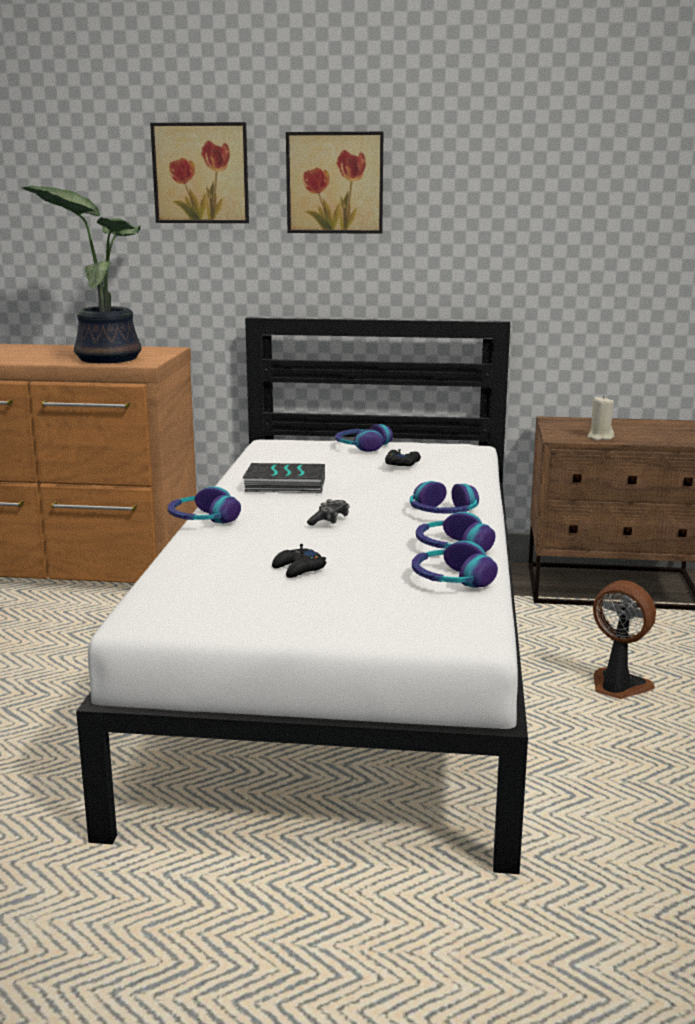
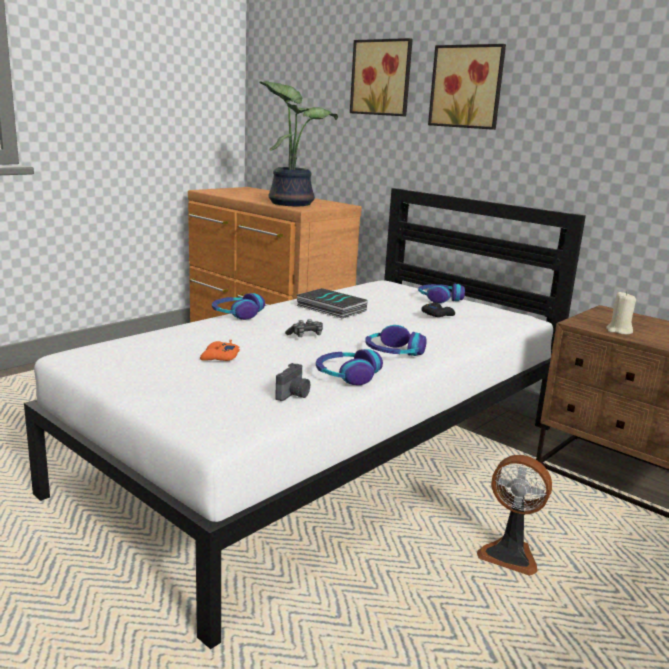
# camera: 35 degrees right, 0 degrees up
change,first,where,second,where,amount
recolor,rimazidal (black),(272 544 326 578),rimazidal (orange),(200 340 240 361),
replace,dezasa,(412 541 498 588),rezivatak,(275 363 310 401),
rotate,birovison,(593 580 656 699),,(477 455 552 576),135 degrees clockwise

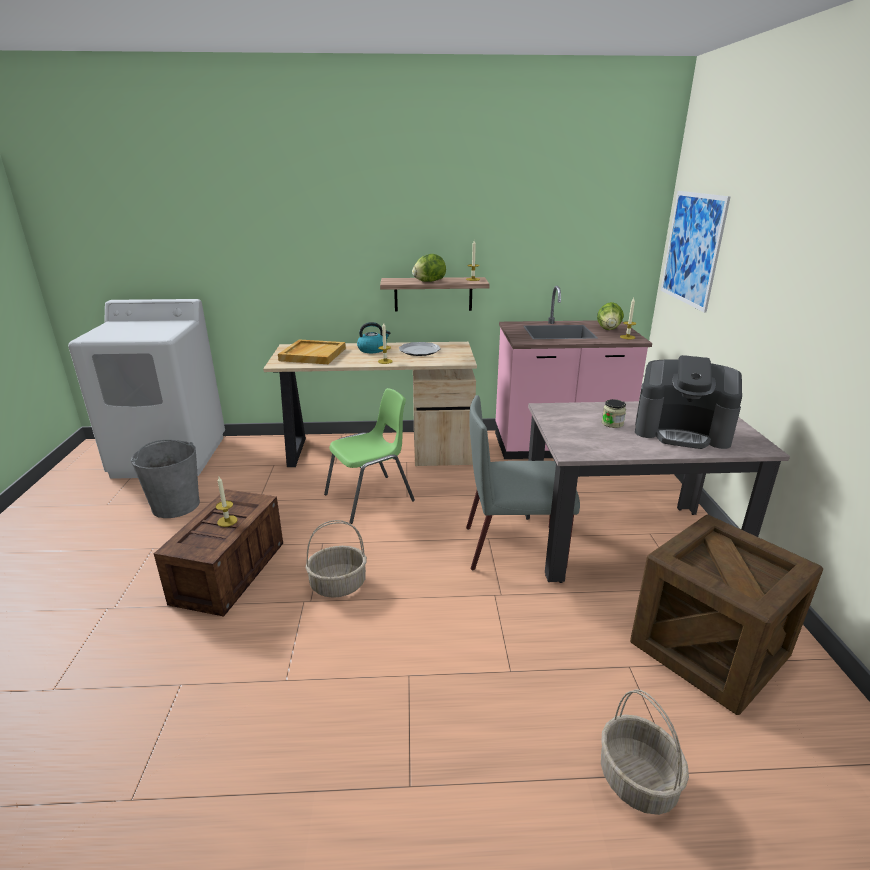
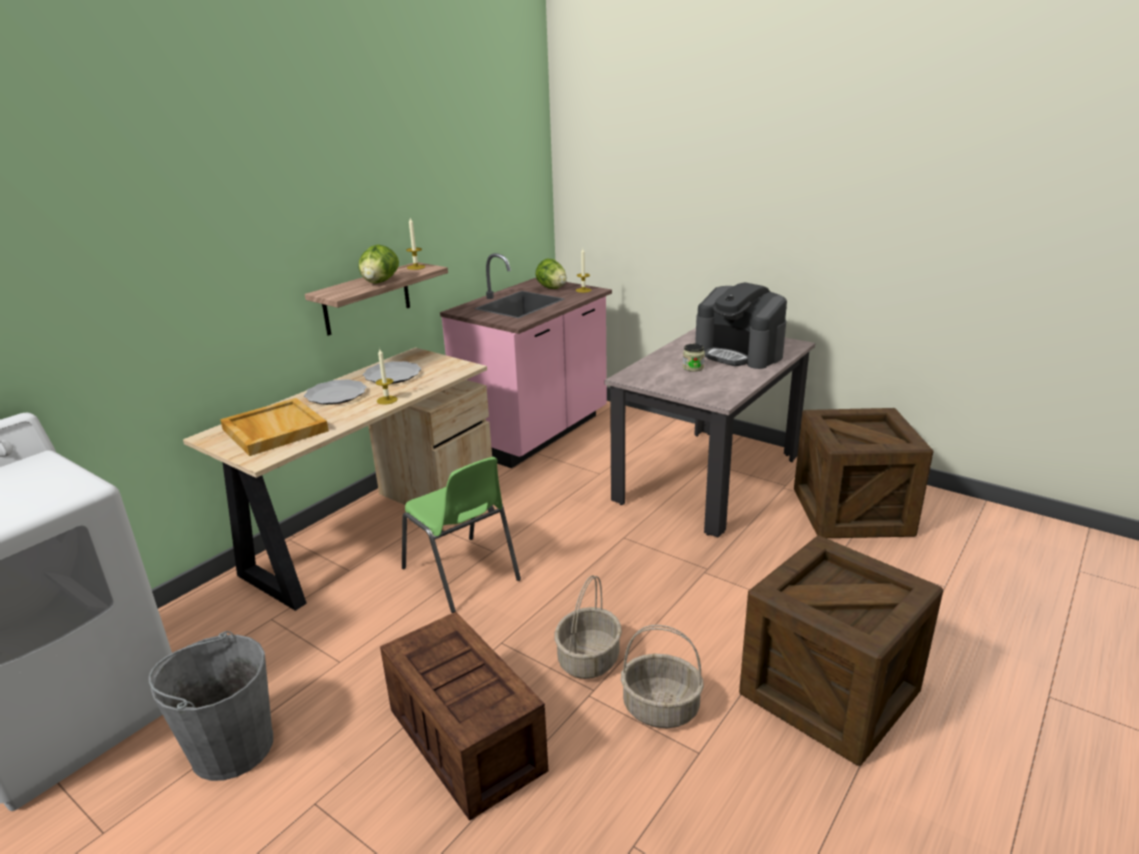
# camera: 50 degrees left, 0 degrees up
change,first,where,second,where,amount
delete,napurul,(216 477 238 527),,,
rotate,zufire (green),(324 388 415 524),,(402 457 521 613),135 degrees clockwise
replace,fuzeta,(357 322 390 353),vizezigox,(304 379 367 405),
delete,zufire (grey),(466 395 580 570),,,
move,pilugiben,(601 689 689 815),,(621 625 704 728),
rotate,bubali,(635 355 742 449),,(695 282 787 369),75 degrees clockwise
delete,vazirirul,(661 191 731 313),,,
insert,,,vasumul,(739 535 943 766),

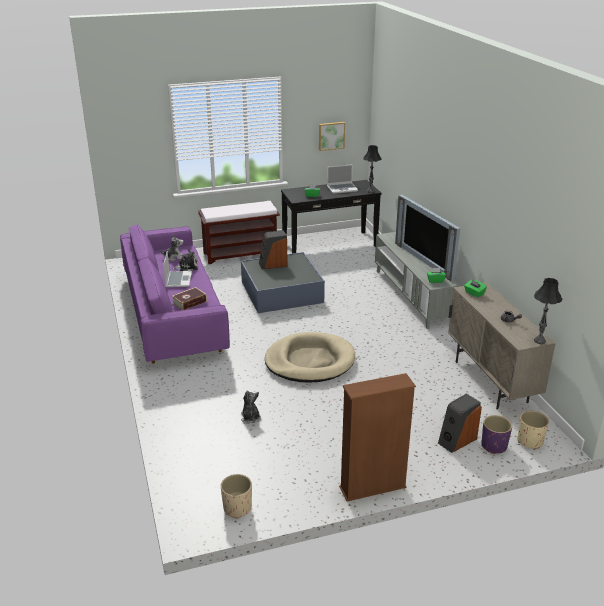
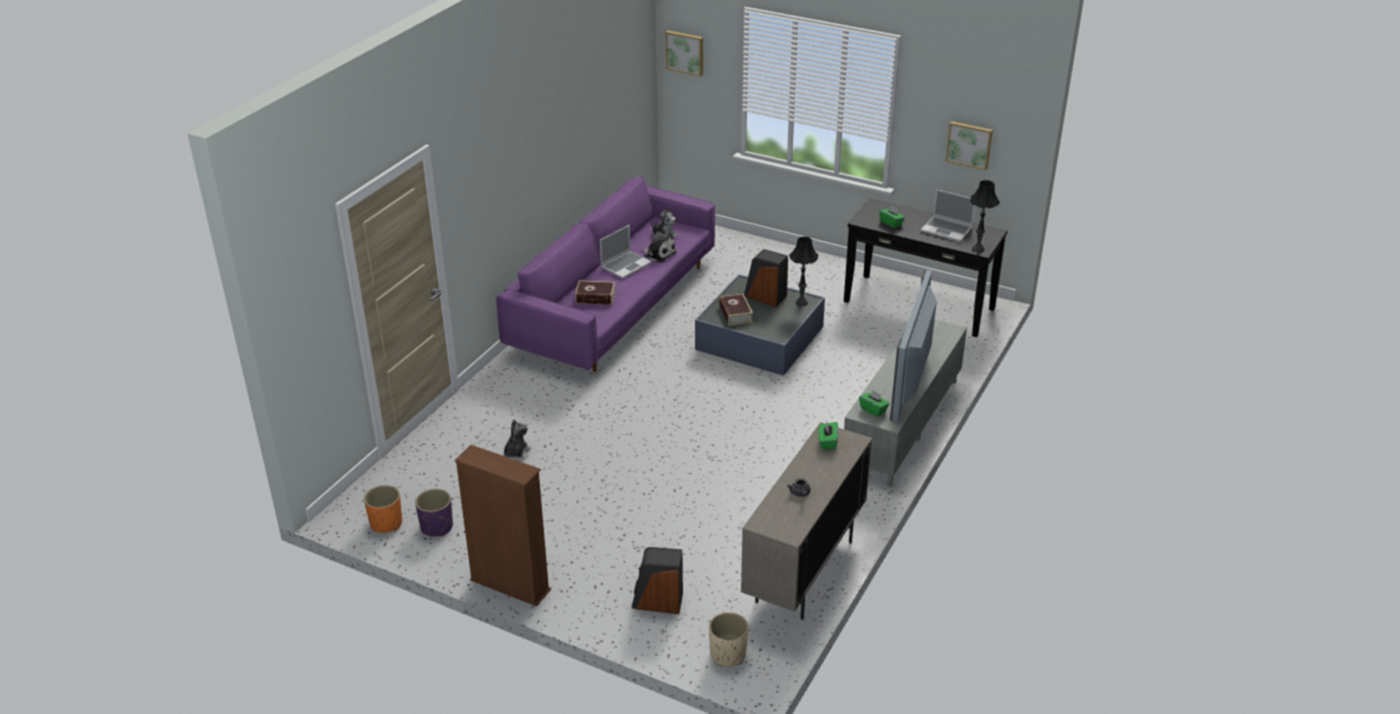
# camera: 45 degrees right, 5 degrees up
change,first,where,second,where,amount
delete,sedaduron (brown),(198 201 280 264),,,
recolor,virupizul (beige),(221 474 252 518),virupizul (orange),(364 485 402 533),
delete,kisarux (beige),(265 332 355 382),,,
move,virupizul (purple),(481 415 512 454),,(415 489 453 537),
move,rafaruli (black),(534 278 563 344),,(789 236 818 306),
insert,,,vazirirul,(666 30 703 76),
insert,,,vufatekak,(719 294 753 326),

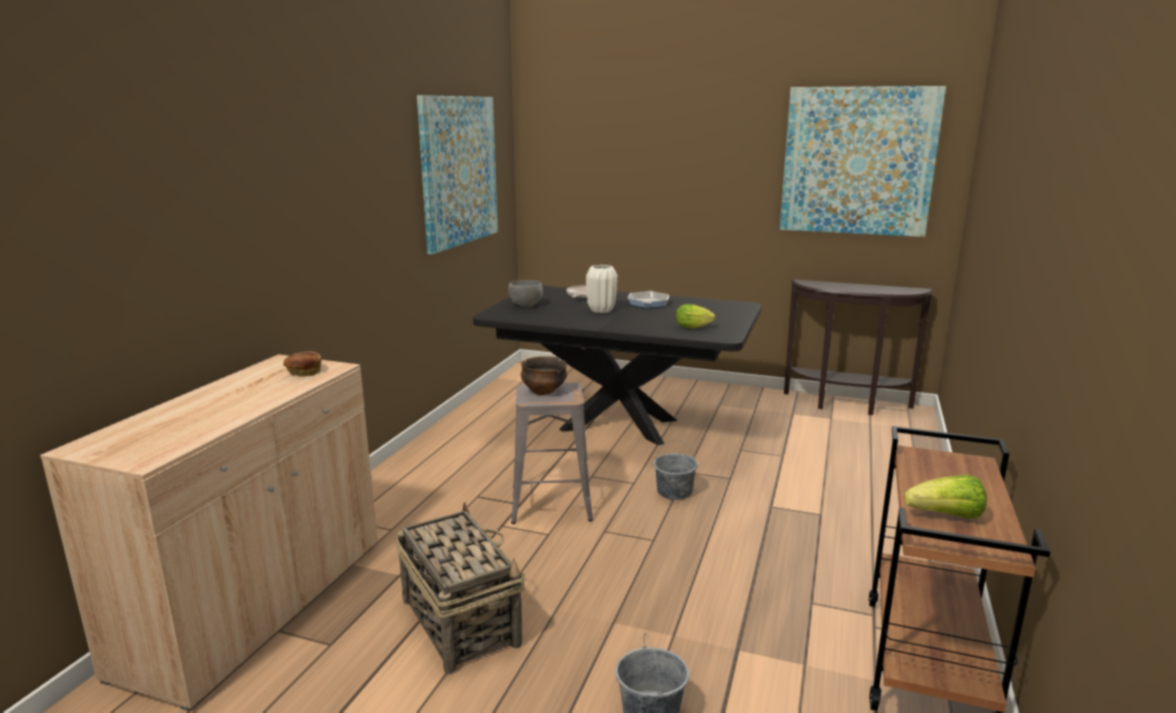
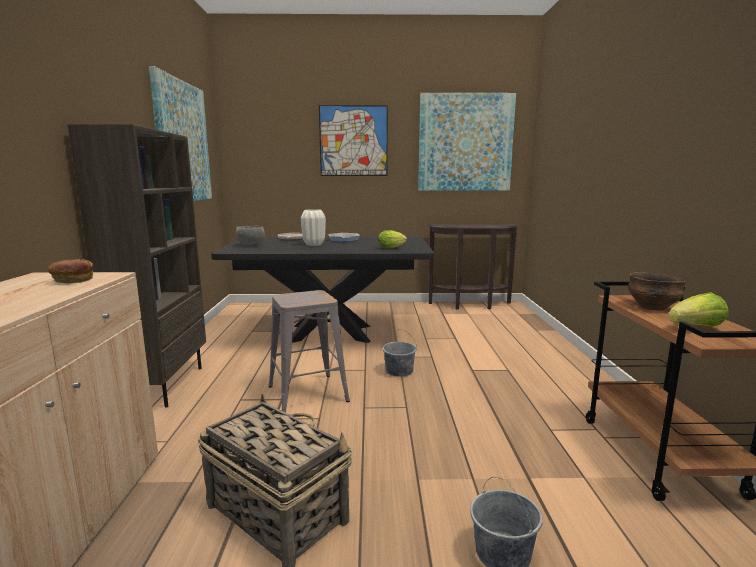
# camera: 20 degrees left, 5 degrees down
change,first,where,second,where,amount
move,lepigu,(521 356 567 395),,(628 272 686 310),
insert,,,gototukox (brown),(68 124 206 408),
insert,,,vazirirul,(319 105 388 176),

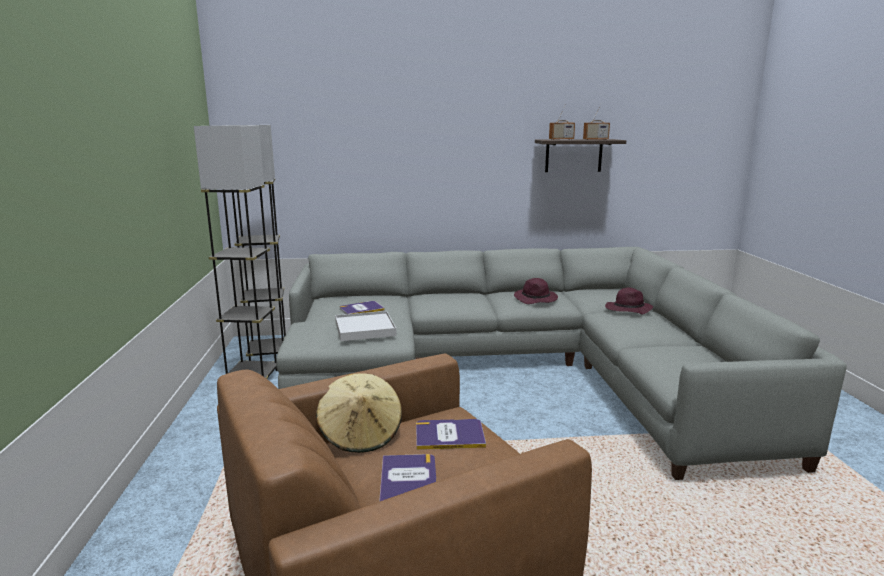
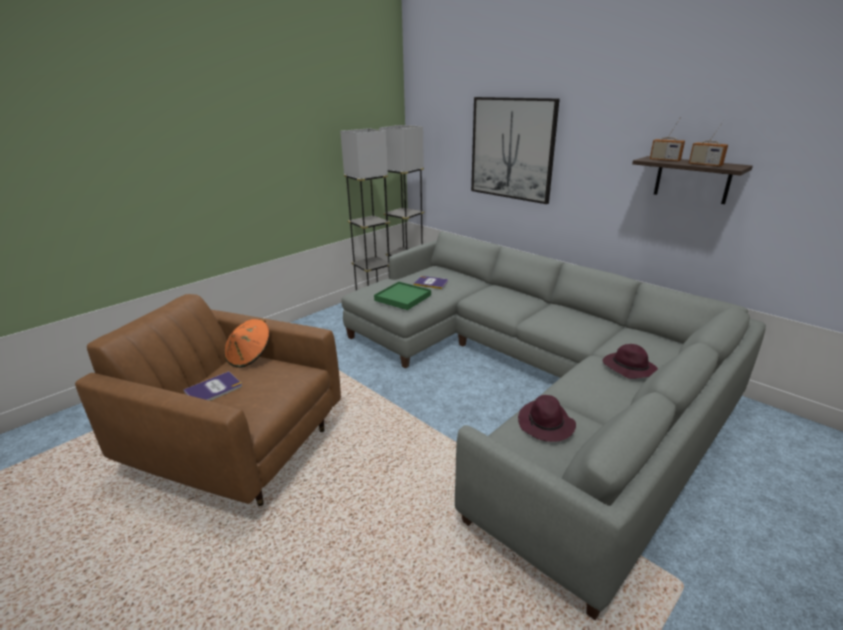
# camera: 50 degrees right, 10 degrees up
change,first,where,second,where,amount
recolor,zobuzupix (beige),(316 373 402 453),zobuzupix (orange),(224 319 270 368),
recolor,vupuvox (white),(335 311 396 341),vupuvox (green),(374 282 431 310),
delete,vufatekak,(416 419 486 450),,,
move,zobuzupix (purple),(514 278 558 304),,(518 395 576 442),
insert,,,vazirirul,(471 97 560 204),

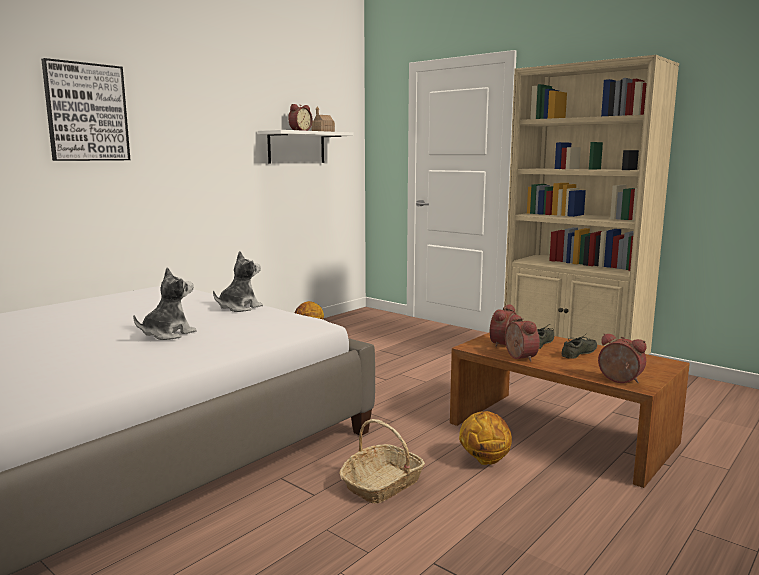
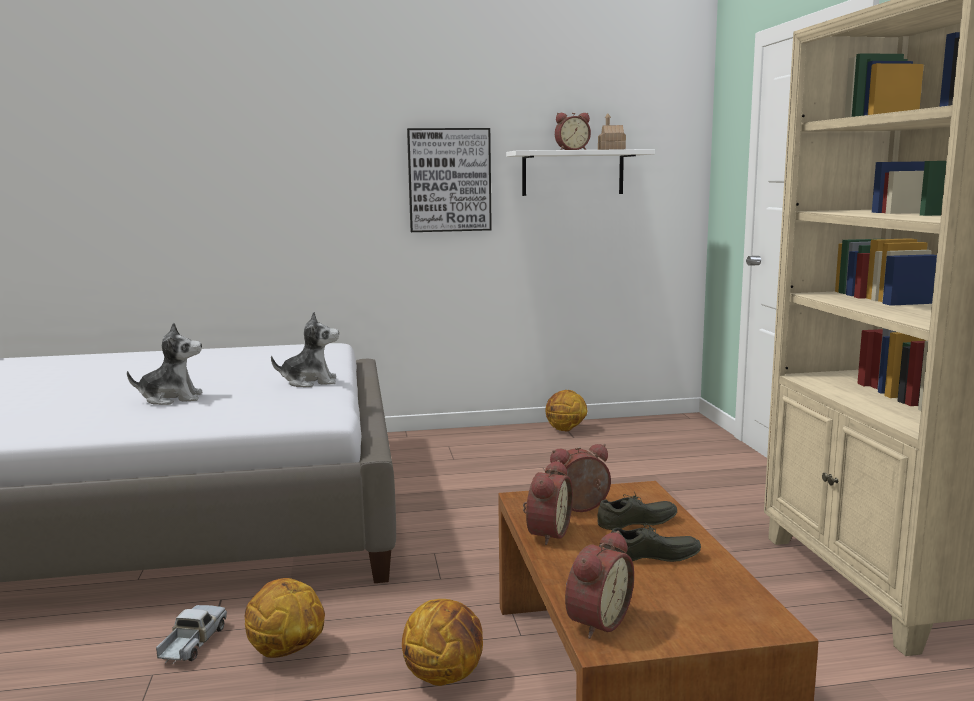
# camera: 40 degrees right, 0 degrees up
change,first,where,second,where,amount
move,vazirirul,(41 58 130 161),,(407 128 492 232),
replace,pilugiben,(339 419 425 504),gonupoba,(245 578 325 658),
rotate,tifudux,(598 333 647 383),,(565 531 634 639),45 degrees clockwise
insert,,,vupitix,(156 605 227 664),

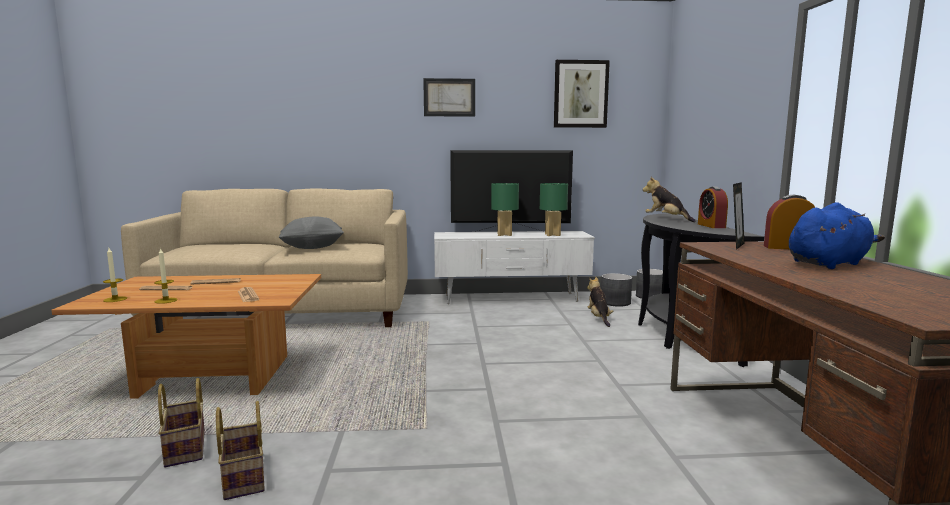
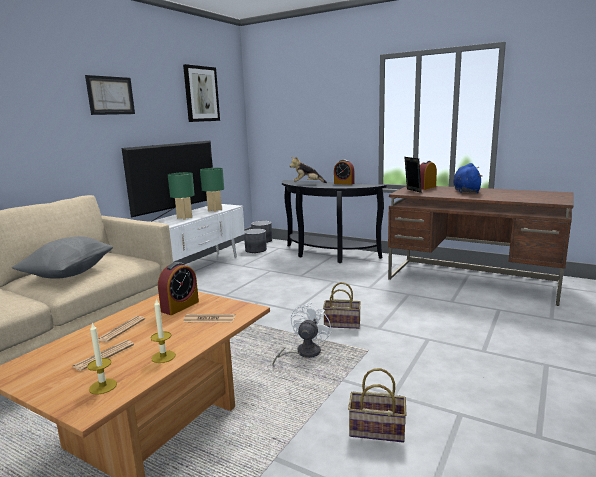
# camera: 55 degrees left, 5 degrees up
change,first,where,second,where,amount
move,pilugiben,(158 378 205 467),,(323 282 361 329),
delete,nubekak,(587 277 613 327),,,
insert,,,tifudux,(158 262 199 315),
insert,,,birovison (white),(272 302 331 365),

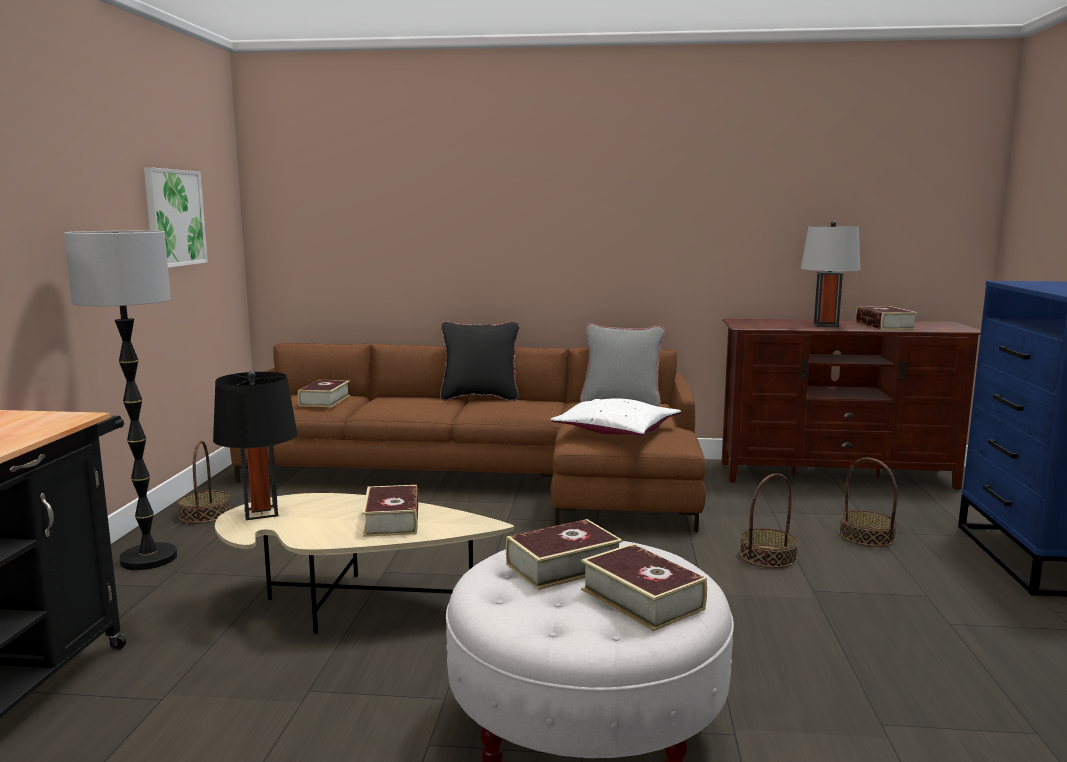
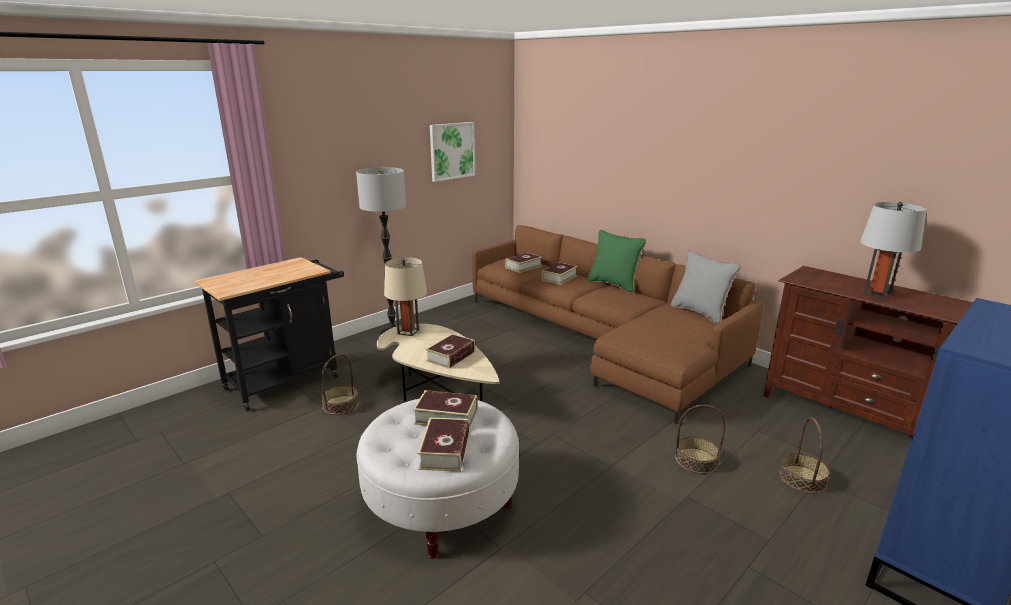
# camera: 40 degrees right, 10 degrees up
change,first,where,second,where,amount
move,pilugiben,(178 440 231 524),,(321 354 359 415),
recolor,rafaruli (black),(213 371 297 520),rafaruli (beige),(384 257 427 336),
recolor,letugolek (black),(440 321 520 401),letugolek (green),(587 229 646 293),
delete,letugolek (white),(550 398 681 436),,,
move,vufatekak,(856 306 918 330),,(542 262 578 285),

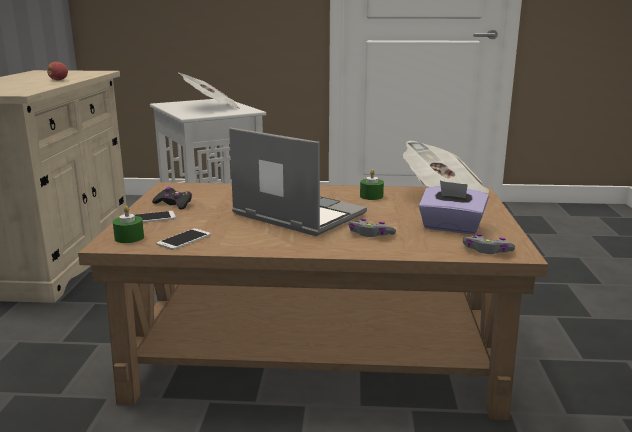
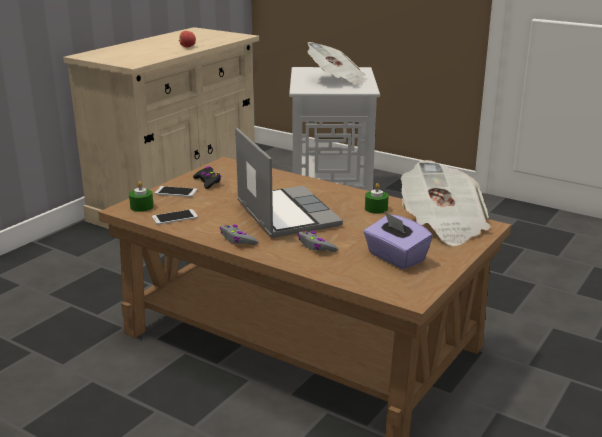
# camera: 30 degrees right, 5 degrees up
change,first,where,second,where,amount
move,rimazidal (grey),(463 234 515 254),,(220 224 258 245),

